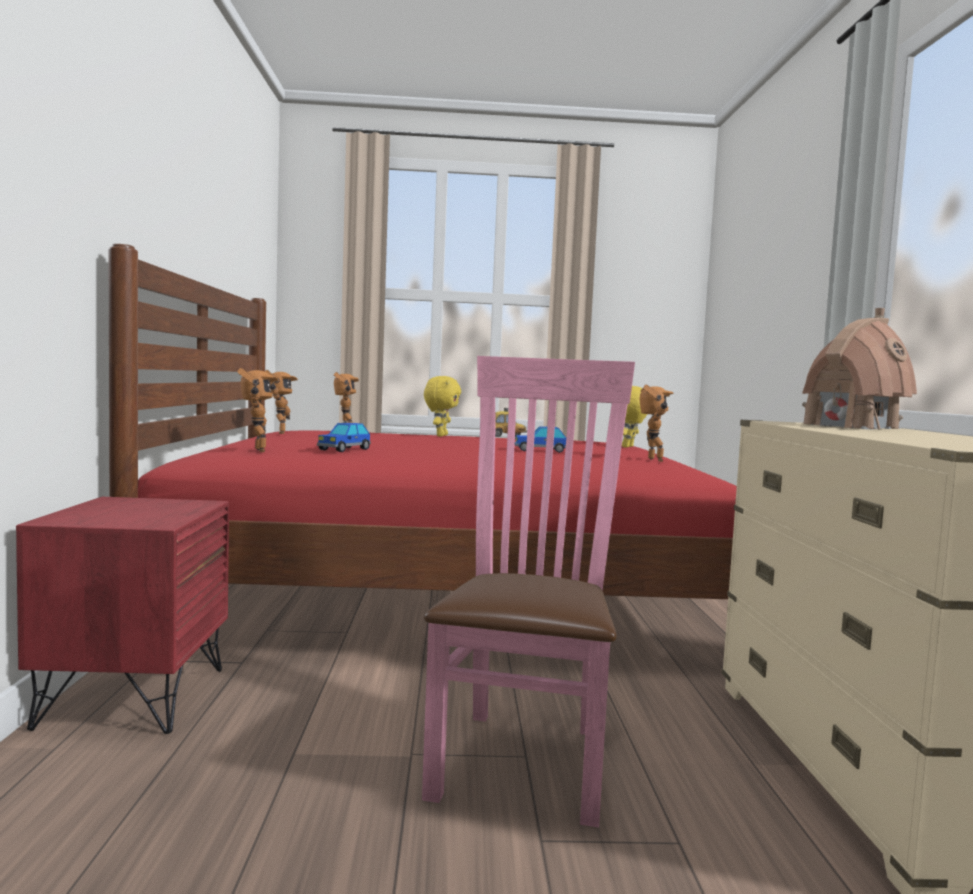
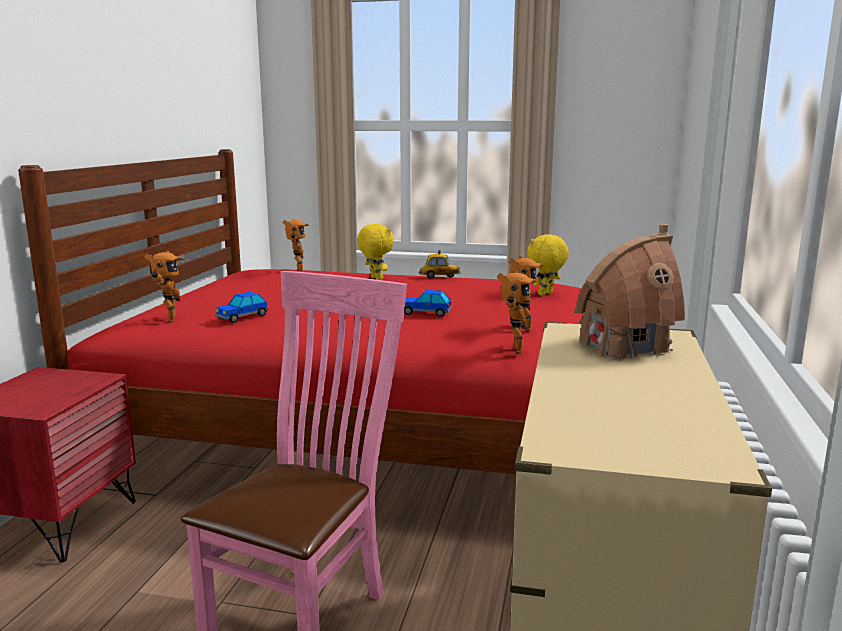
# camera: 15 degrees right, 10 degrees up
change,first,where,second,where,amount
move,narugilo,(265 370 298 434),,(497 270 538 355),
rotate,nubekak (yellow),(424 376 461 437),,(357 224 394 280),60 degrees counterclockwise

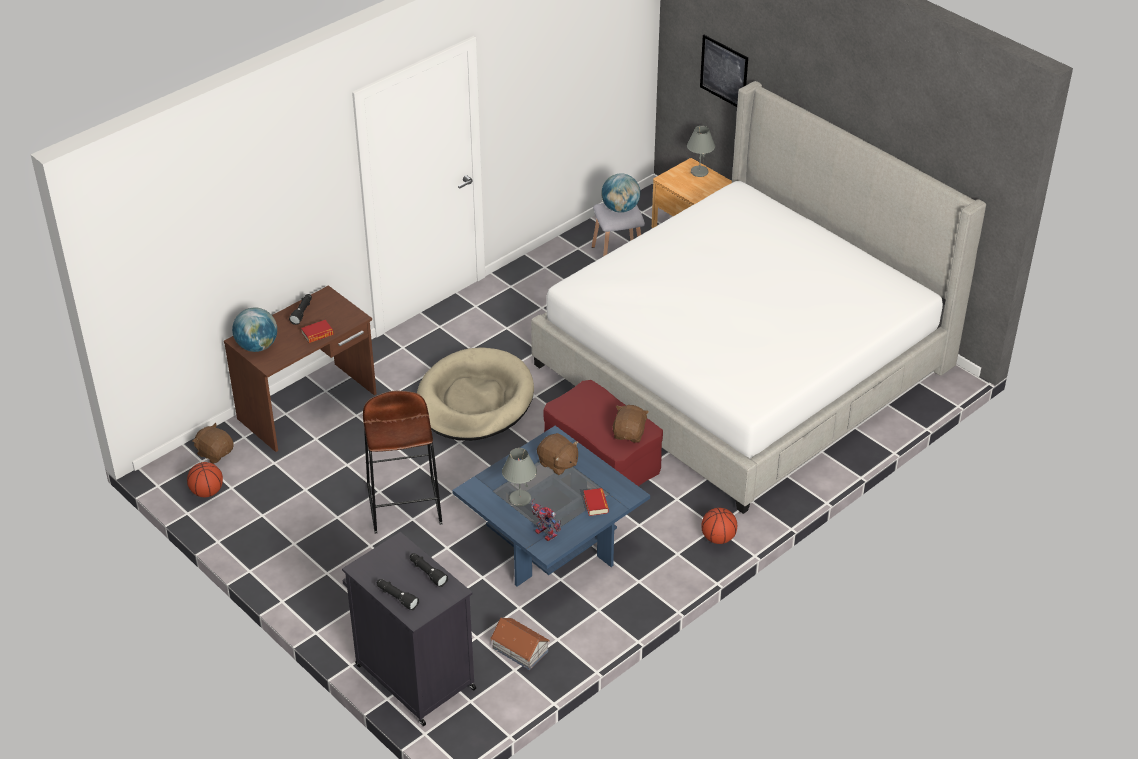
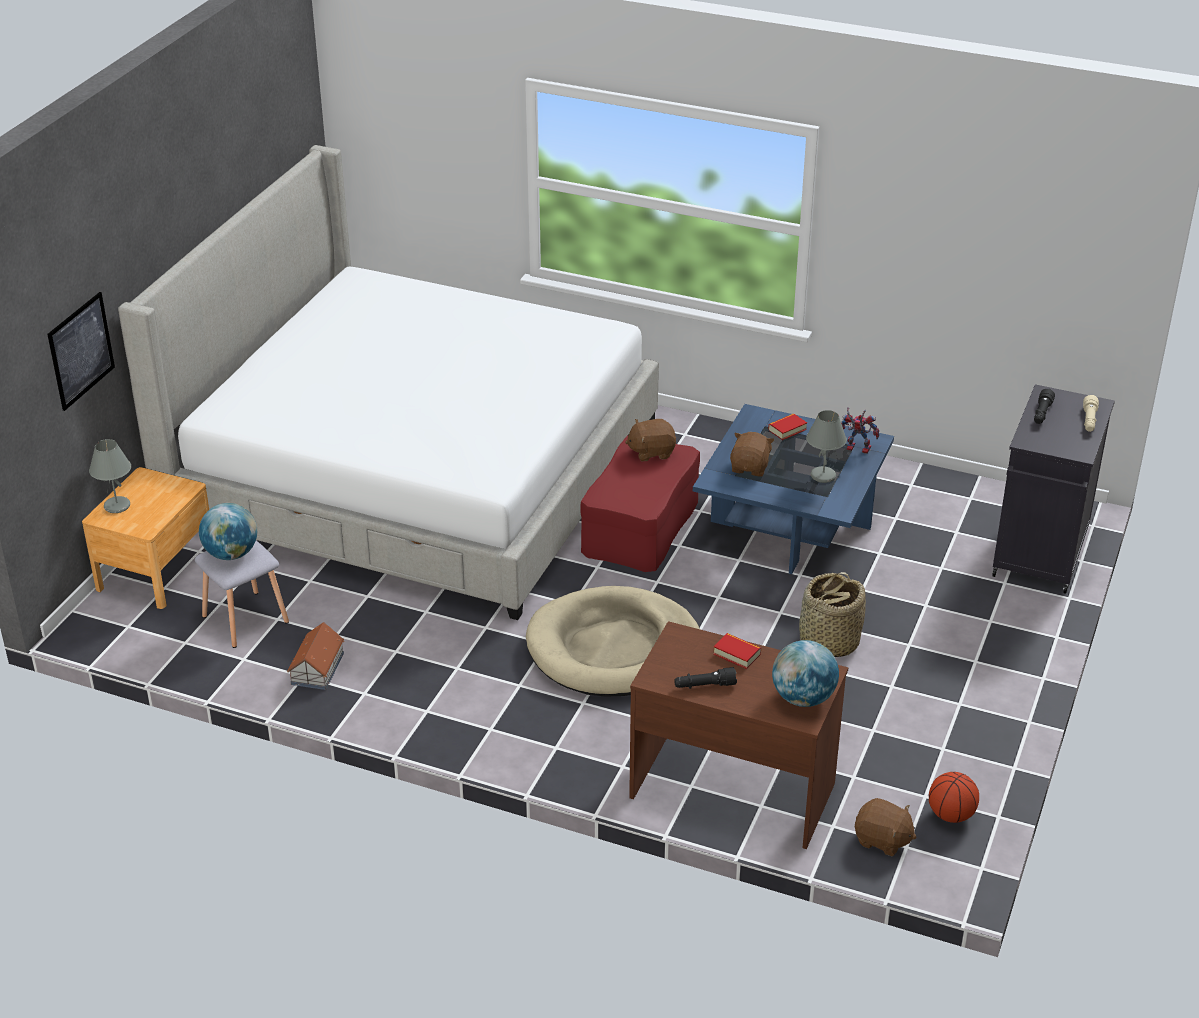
# camera: 115 degrees left, 5 degrees down
change,first,where,second,where,amount
rotate,nubekak (brown),(192 423 234 464),,(855 798 917 856),75 degrees counterclockwise
replace,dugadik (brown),(363 391 442 533),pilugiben,(799 572 866 657),
recolor,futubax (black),(377 579 419 611),futubax (beige),(1083 395 1099 432),
move,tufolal,(490 618 550 670),,(287 622 344 690),
rotate,narugilo,(531 498 561 541),,(841 407 879 454),90 degrees clockwise
delete,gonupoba,(701 508 737 544),,,

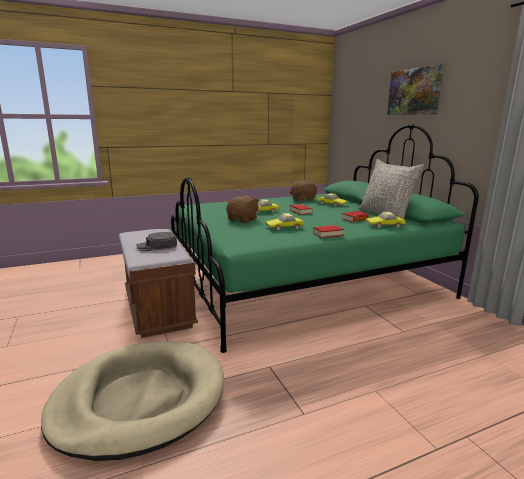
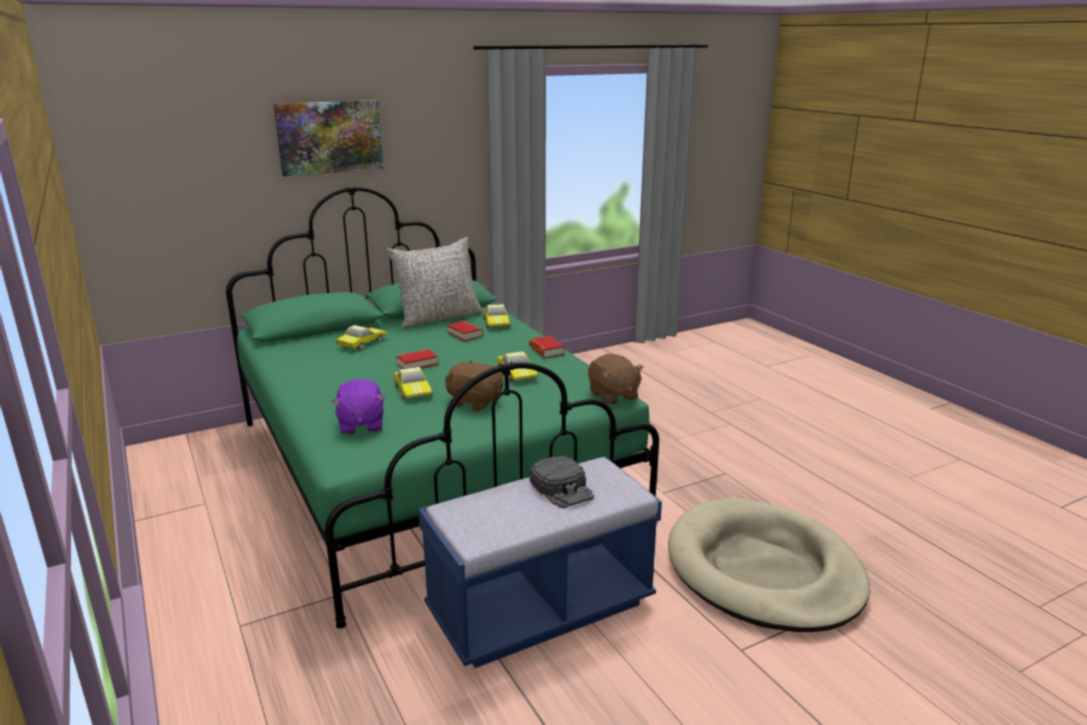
# camera: 95 degrees left, 5 degrees up
change,first,where,second,where,amount
recolor,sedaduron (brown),(119 229 198 338),sedaduron (blue),(418 457 662 668),
move,nubekak (brown),(290 180 317 201),,(588 354 643 405),
insert,,,nubekak (purple),(332 379 385 435),

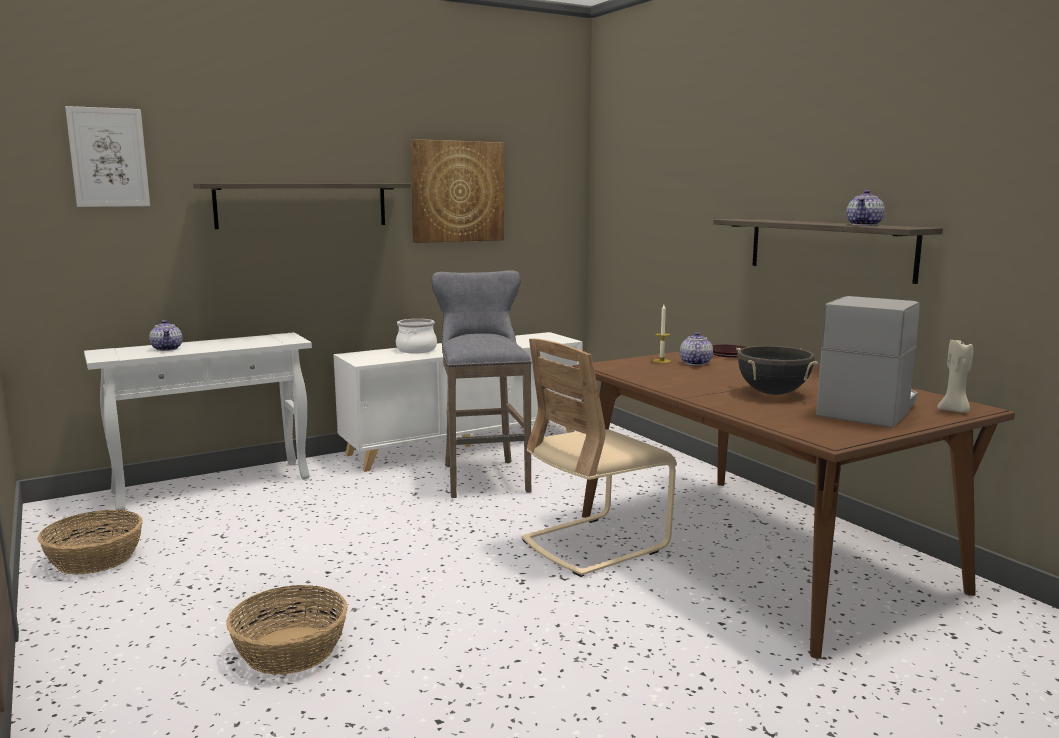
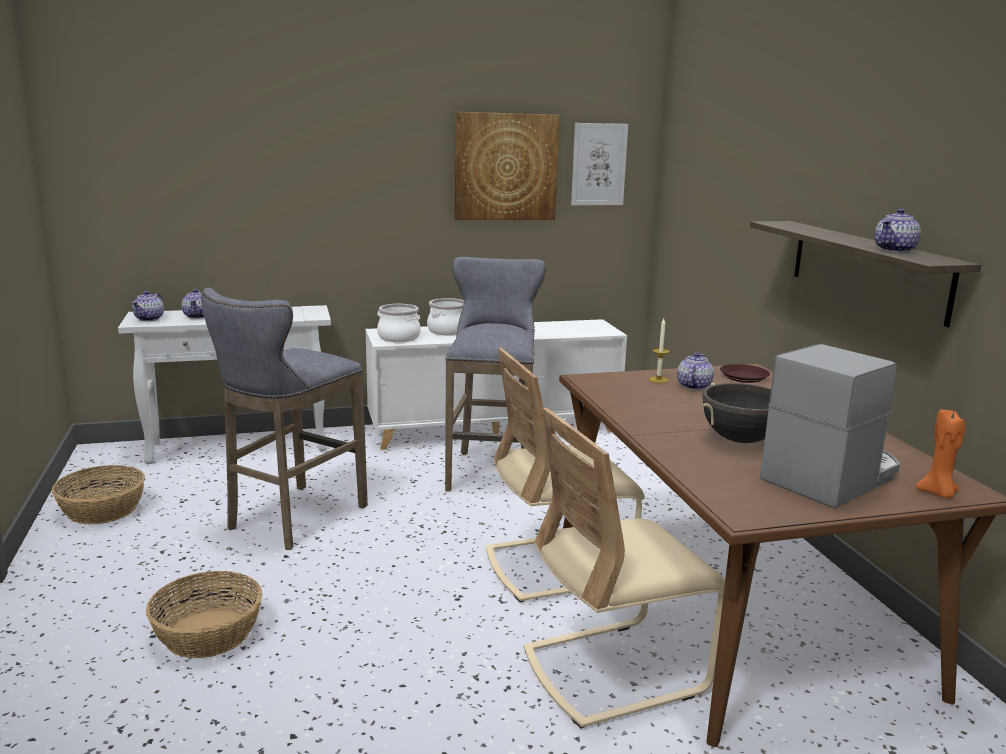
# camera: 15 degrees right, 5 degrees up
change,first,where,second,where,amount
move,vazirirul,(65 106 150 207),,(571 123 628 205),
delete,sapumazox,(193 183 411 229),,,
recolor,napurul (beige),(937 338 973 413),napurul (orange),(916 410 966 498),
insert,,,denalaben,(132 291 164 321),
insert,,,dugadik (grey),(201 288 368 550),
insert,,,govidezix,(377 304 421 342),
insert,,,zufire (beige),(524 408 725 729),

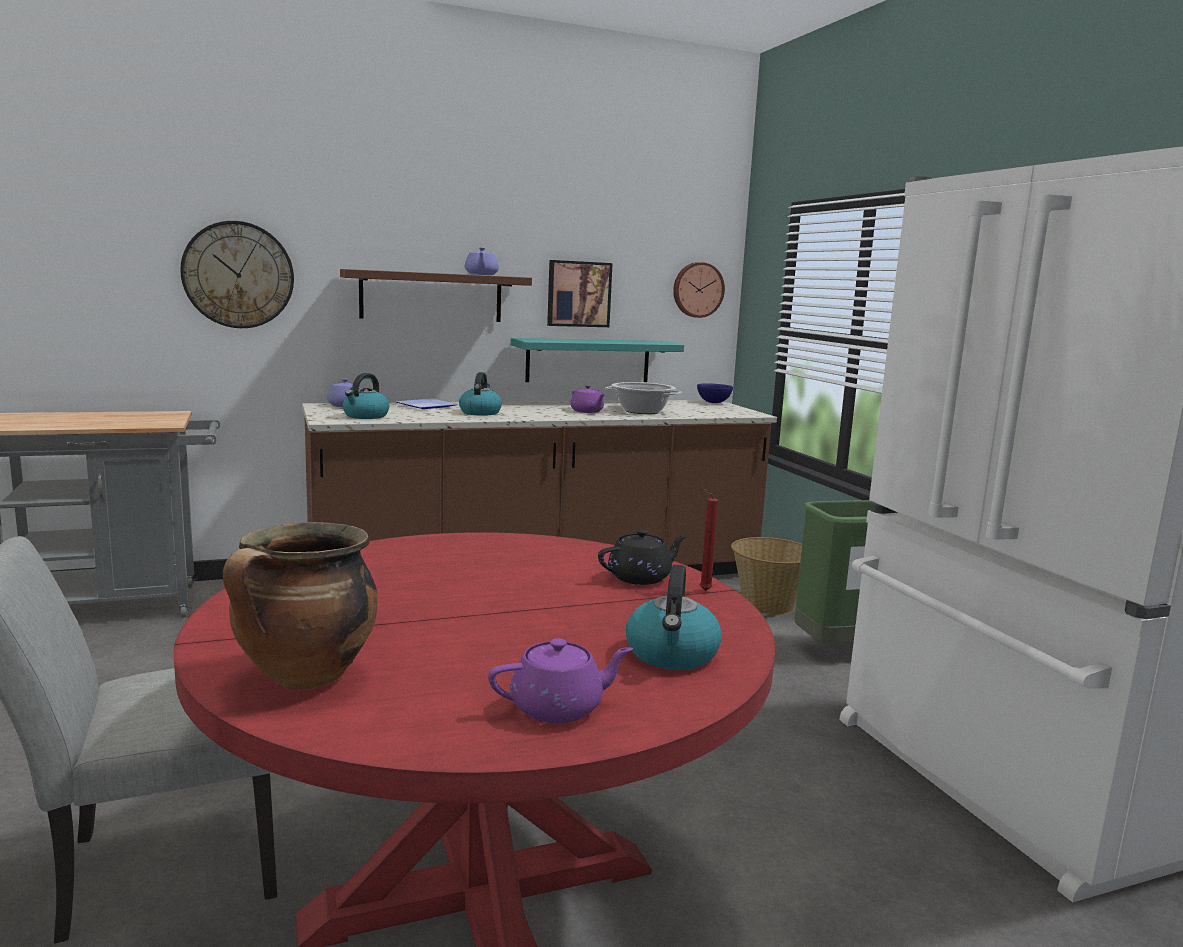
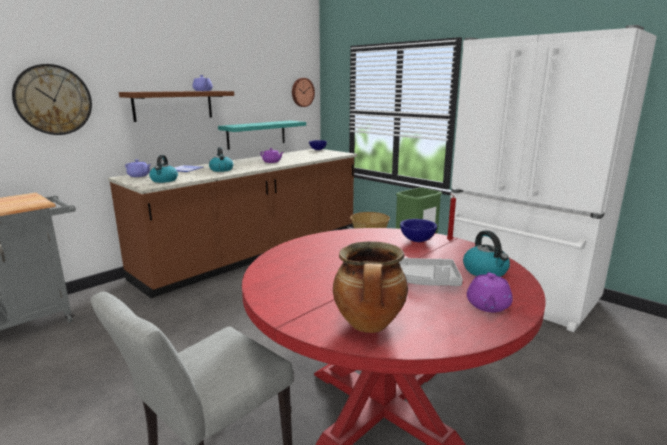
# camera: 25 degrees left, 5 degrees up
change,first,where,second,where,amount
rotate,denalaben (purple),(488 638 633 723),,(467 272 513 312),150 degrees clockwise
delete,vazirirul,(547 260 613 327),,,
replace,denalaben (black),(598 529 687 585),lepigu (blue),(400 219 437 242),
delete,govidezix,(605 382 682 414),,,
insert,,,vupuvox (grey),(399 258 463 286),

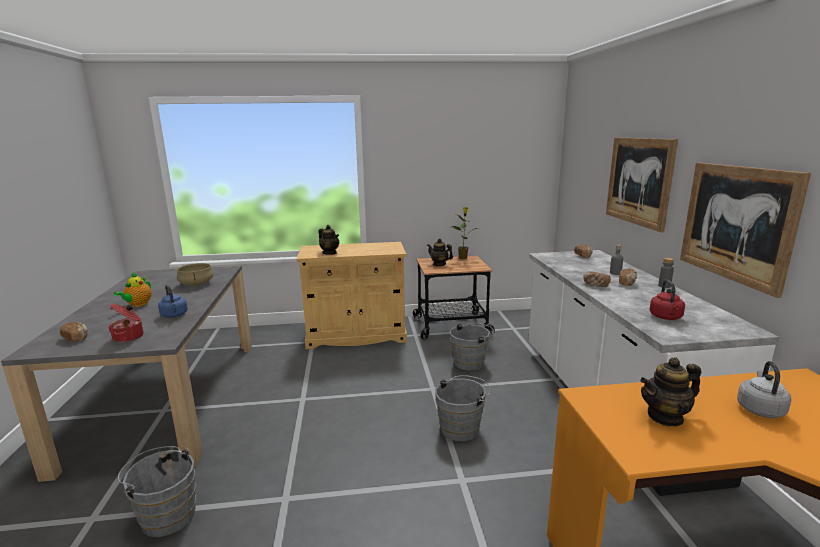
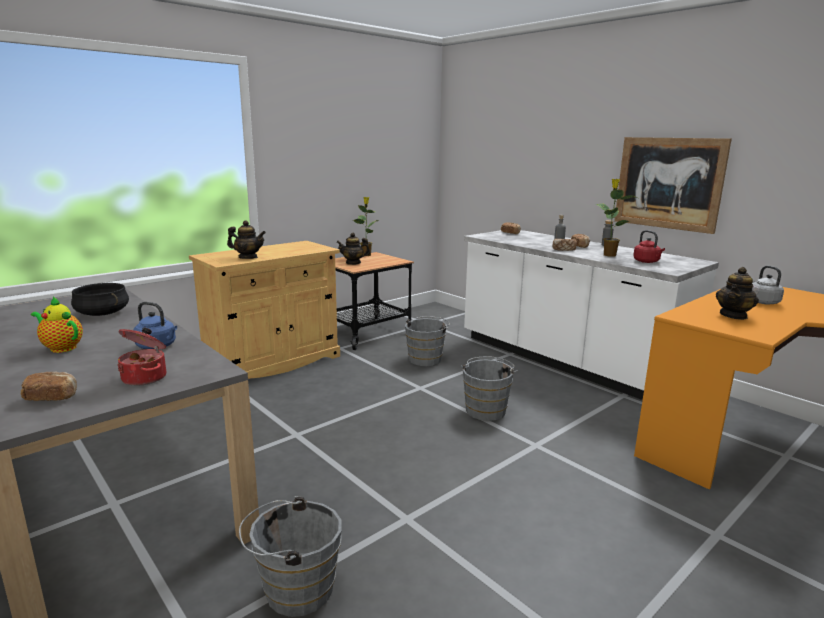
# camera: 35 degrees left, 0 degrees up
change,first,where,second,where,amount
rotate,denalaben,(114 272 151 307),,(31 296 83 353),135 degrees clockwise
recolor,govidezix (beige),(177 263 213 286),govidezix (black),(71 283 129 316),
delete,vazirirul,(606 137 678 232),,,
insert,,,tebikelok,(595 179 637 257),

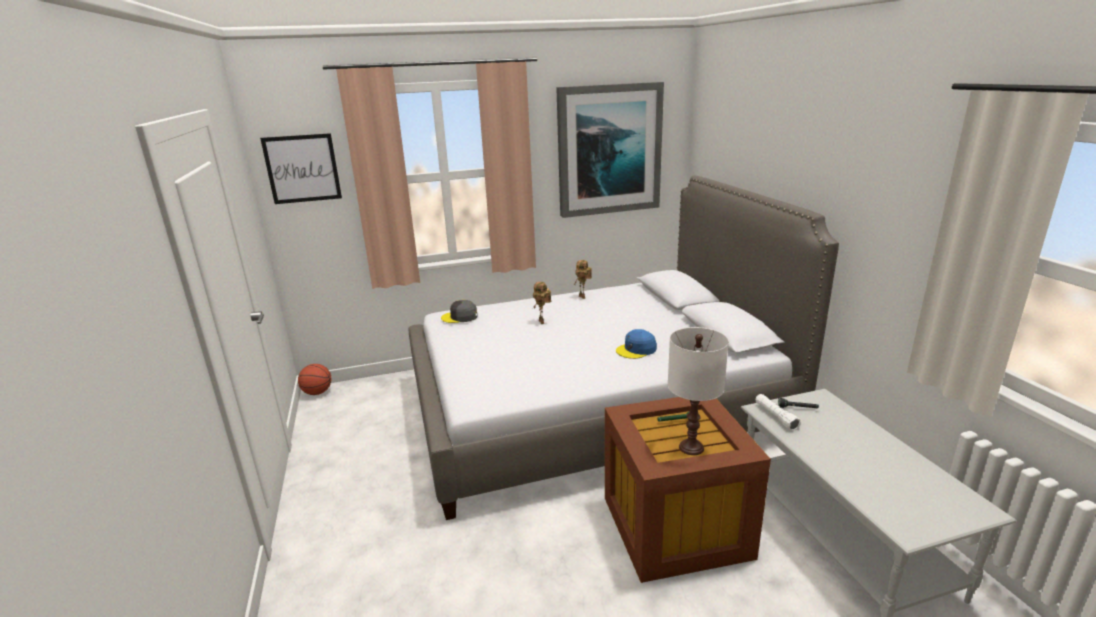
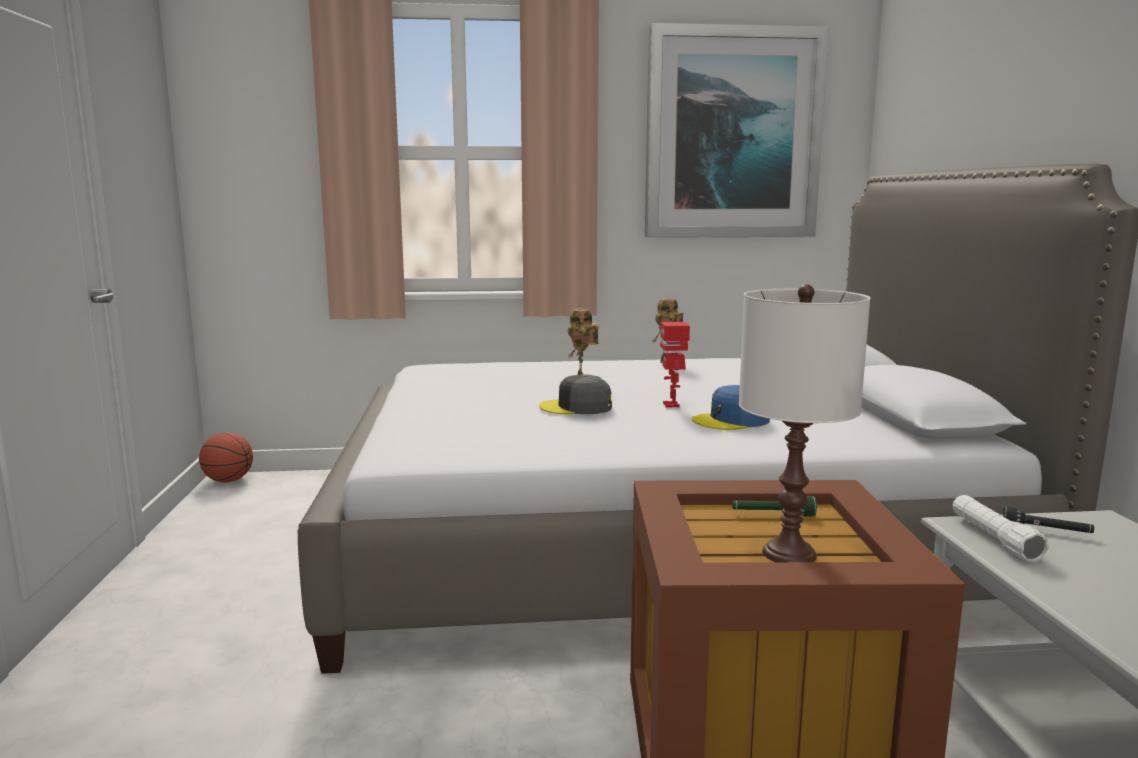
# camera: 10 degrees right, 10 degrees down
change,first,where,second,where,amount
delete,vazirirul,(260 133 342 204),,,
move,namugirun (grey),(441 300 478 323),,(539 375 612 414),
insert,,,narugilo,(660 322 690 408),

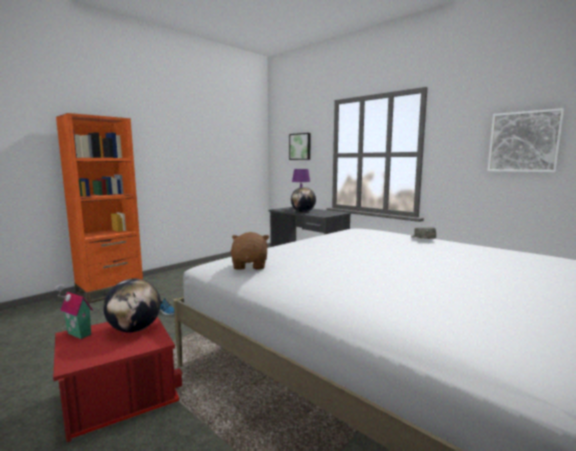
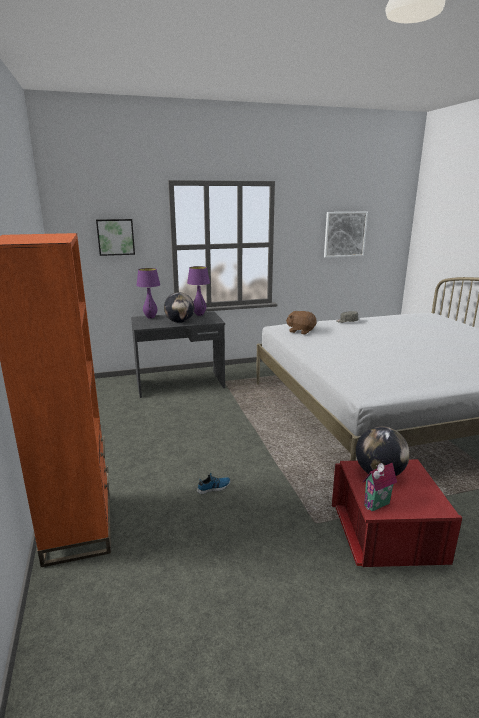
# camera: 60 degrees left, 10 degrees up
change,first,where,second,where,amount
move,nubekak (brown),(231 232 269 270),,(286 311 317 335),
insert,,,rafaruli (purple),(187 266 210 316),

